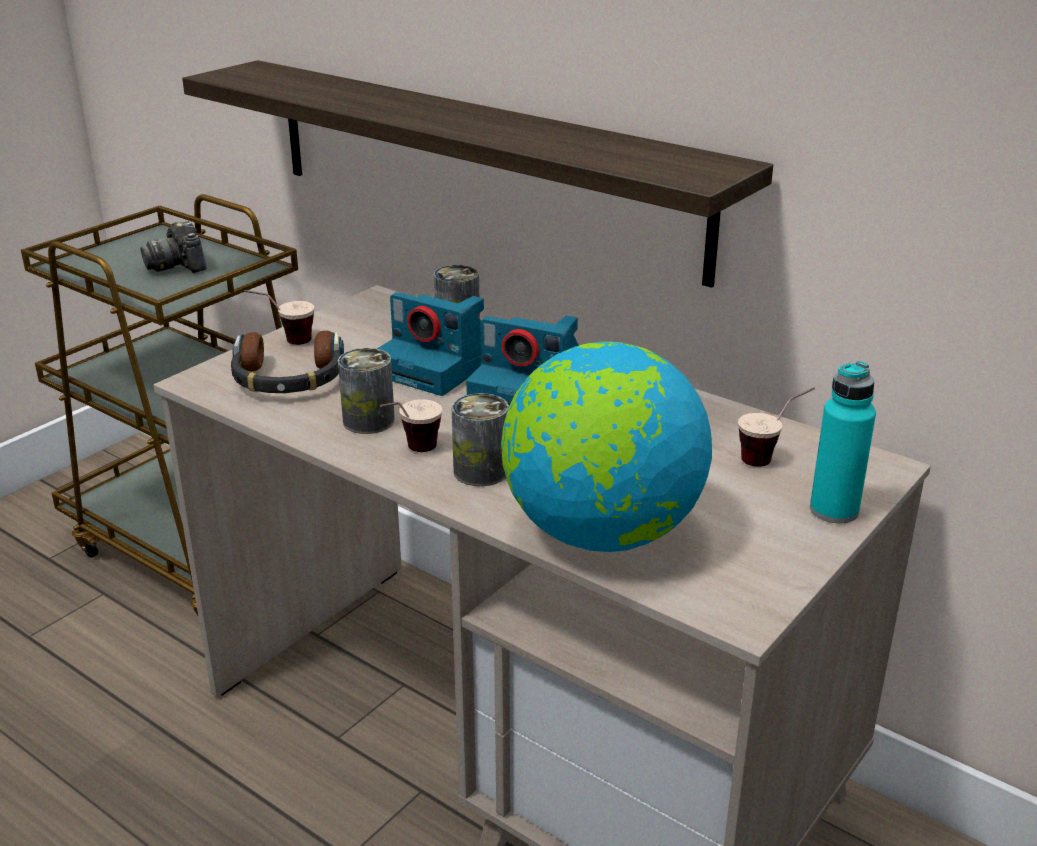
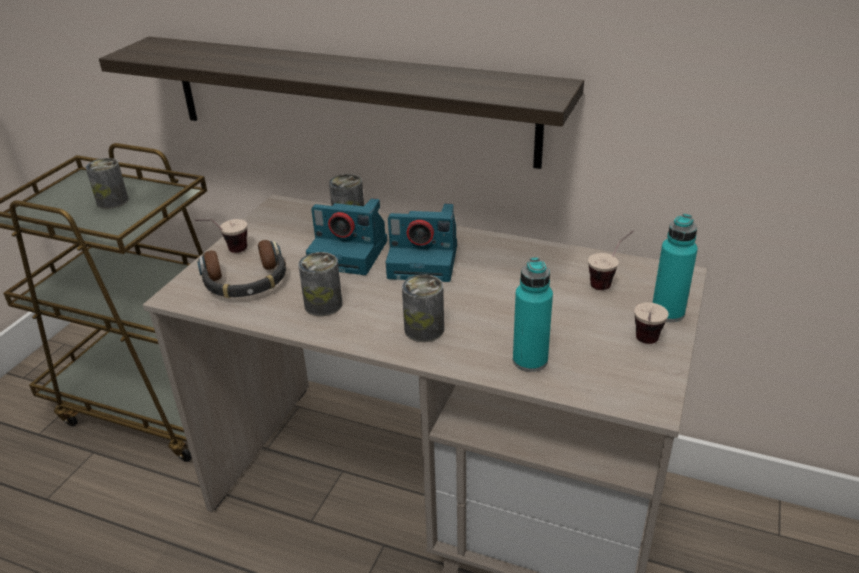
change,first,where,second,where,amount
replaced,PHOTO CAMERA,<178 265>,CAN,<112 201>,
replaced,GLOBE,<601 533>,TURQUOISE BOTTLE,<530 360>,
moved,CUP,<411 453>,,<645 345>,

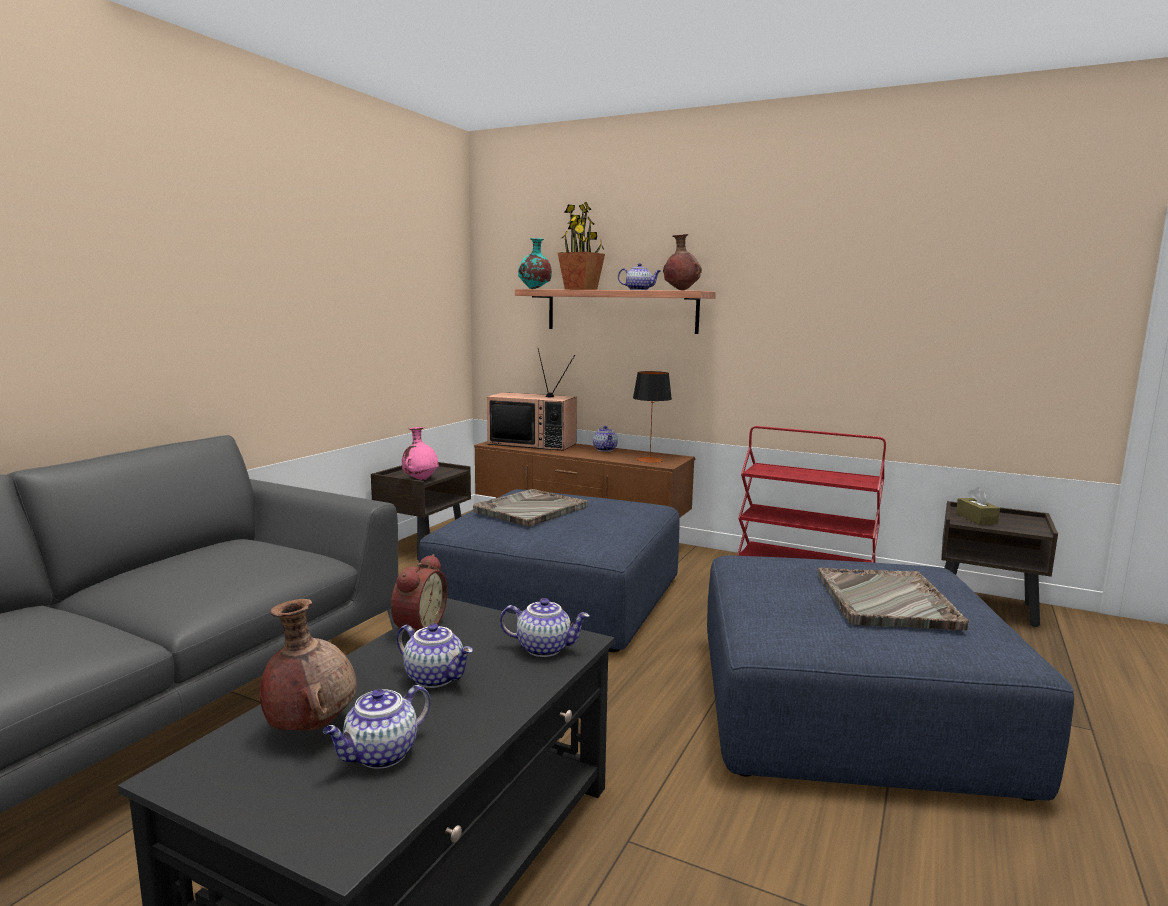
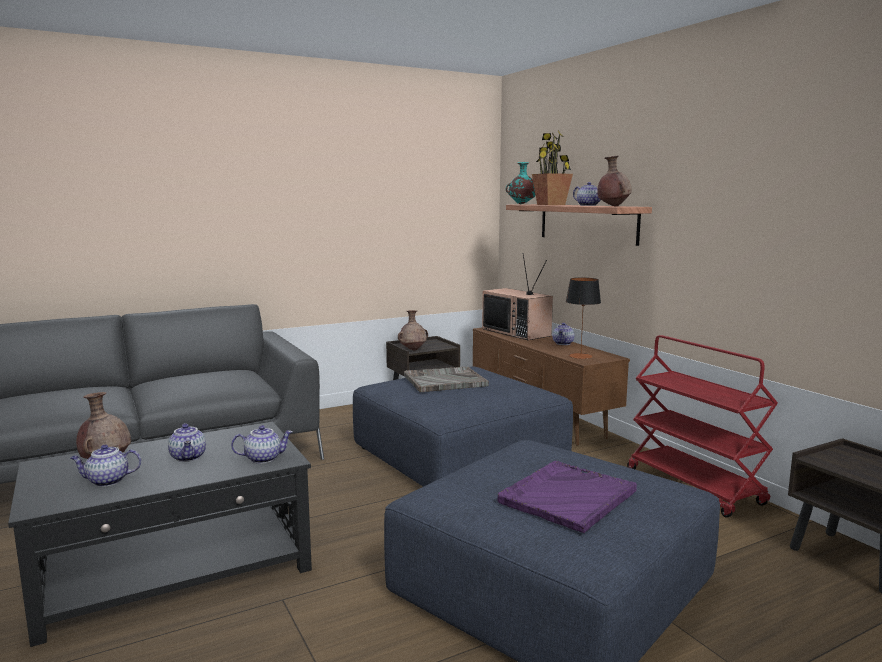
change,first,where,second,where,amount
recoloured,PINK VASE,<420 479>,BROWN VASE,<413 349>,
removed,BROWN TISSUE BOX,<976 518>,,,
removed,ALARM CLOCK,<417 626>,,,
recoloured,GREY TRAY,<886 601>,PURPLE TRAY,<567 497>,
turned,TEAPOT,<544 648>,,<263 458>,60 degrees counterclockwise

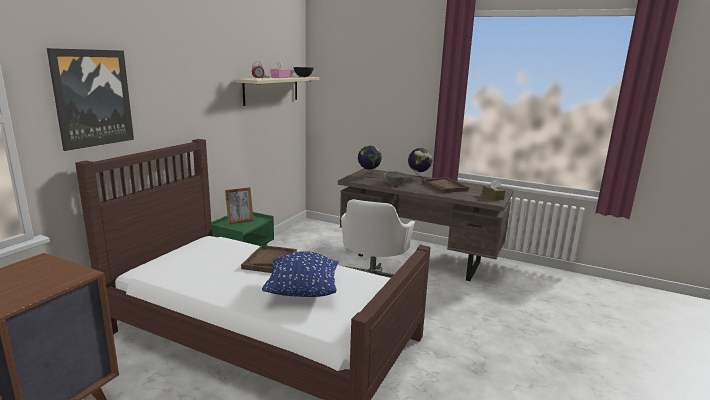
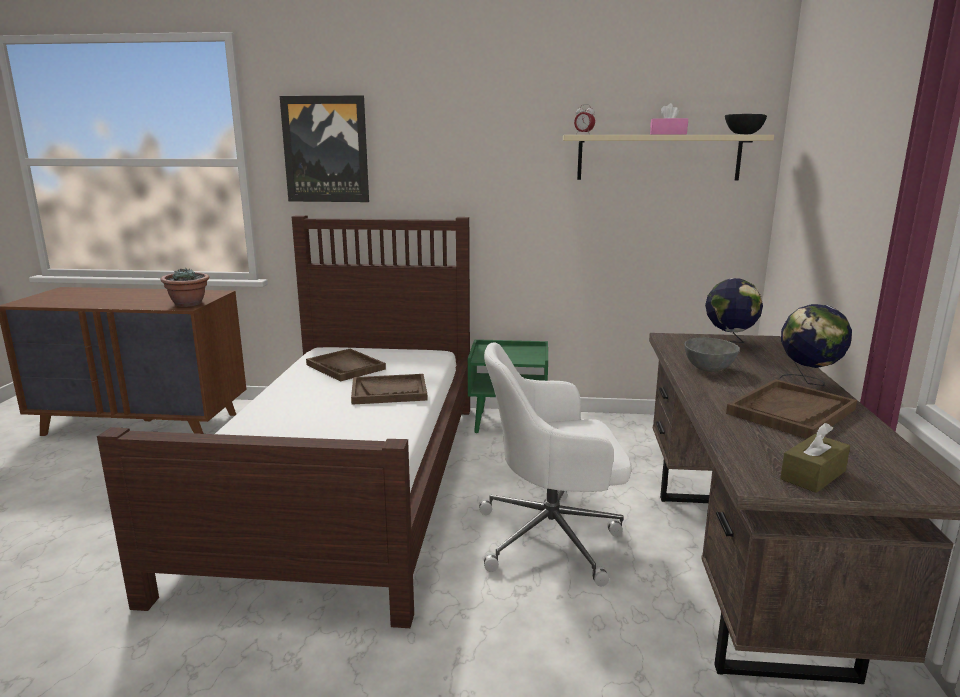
change,first,where,second,where,amount
removed,PICTURE FRAME,<240 221>,,,
removed,BLUE PILLOW,<302 292>,,,
added,,,POTTED PLANT,<188 304>,
added,,,BROWN TRAY,<346 367>,

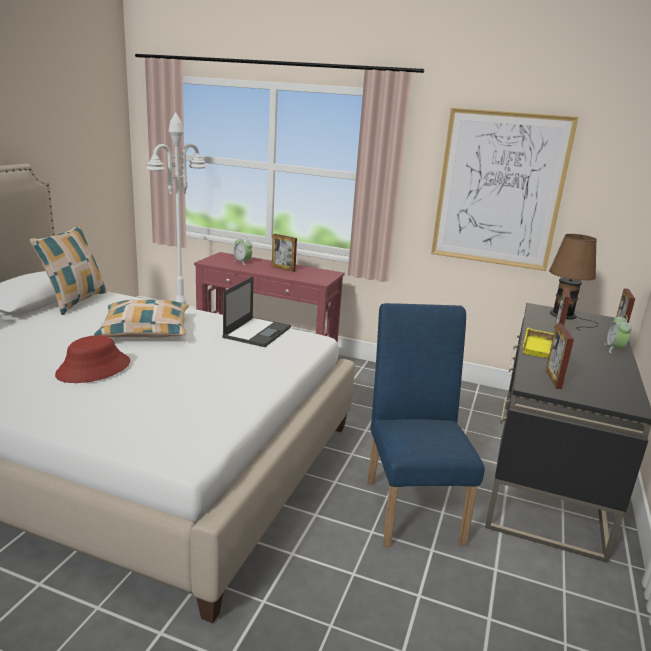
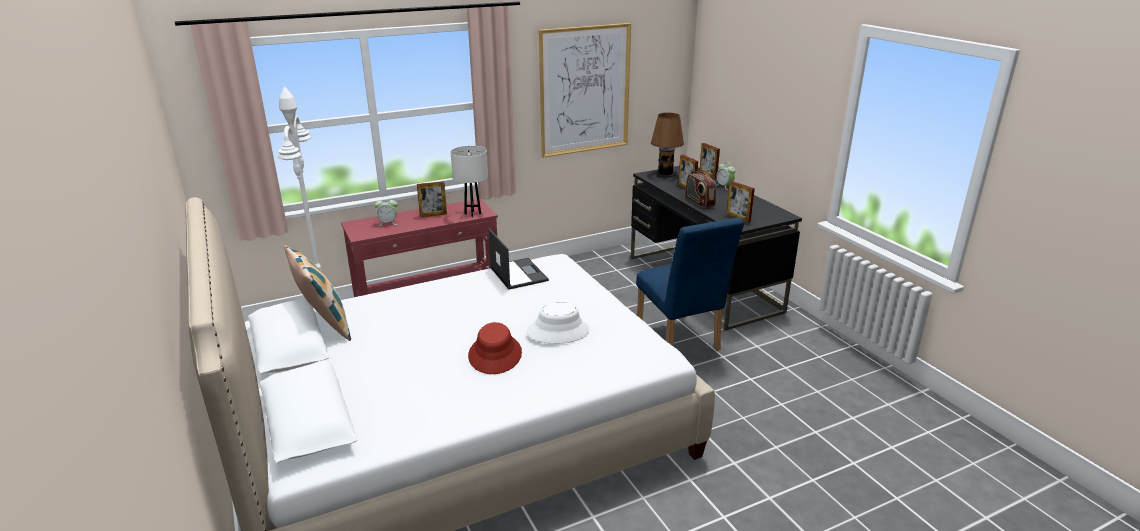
change,first,where,second,where,amount
removed,PILLOW,<145 330>,,,
turned,BLUE CHAIR,<412 504>,,<680 341>,150 degrees counterclockwise
replaced,YELLOW TRAY,<540 348>,RADIO,<699 202>,
added,,,WHITE TABLE LAMP,<472 214>,
added,,,WHITE HAT,<558 331>,

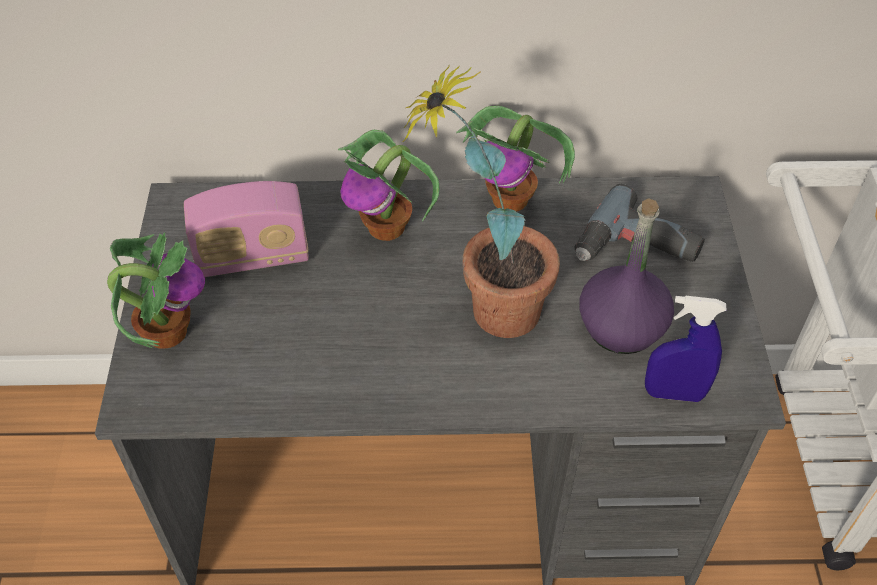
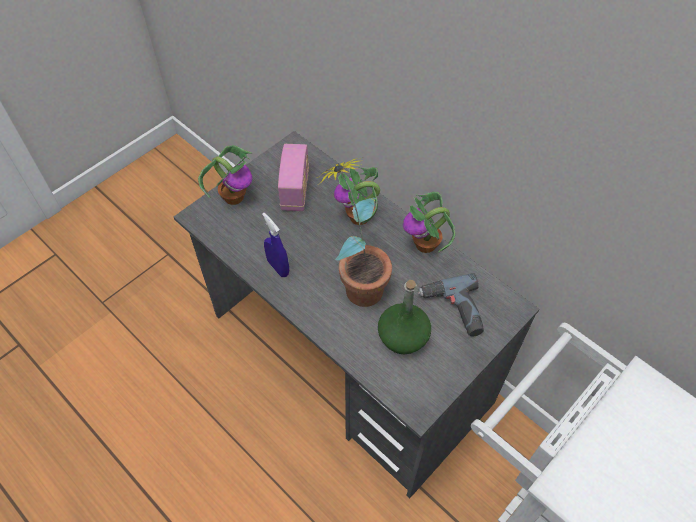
change,first,where,second,where,amount
turned,RADIO,<253 257>,,<295 190>,120 degrees counterclockwise
recoloured,PURPLE BOTTLE,<622 327>,GREEN BOTTLE,<403 337>,
moved,BLUE SPRAY BOTTLE,<674 393>,,<278 267>,

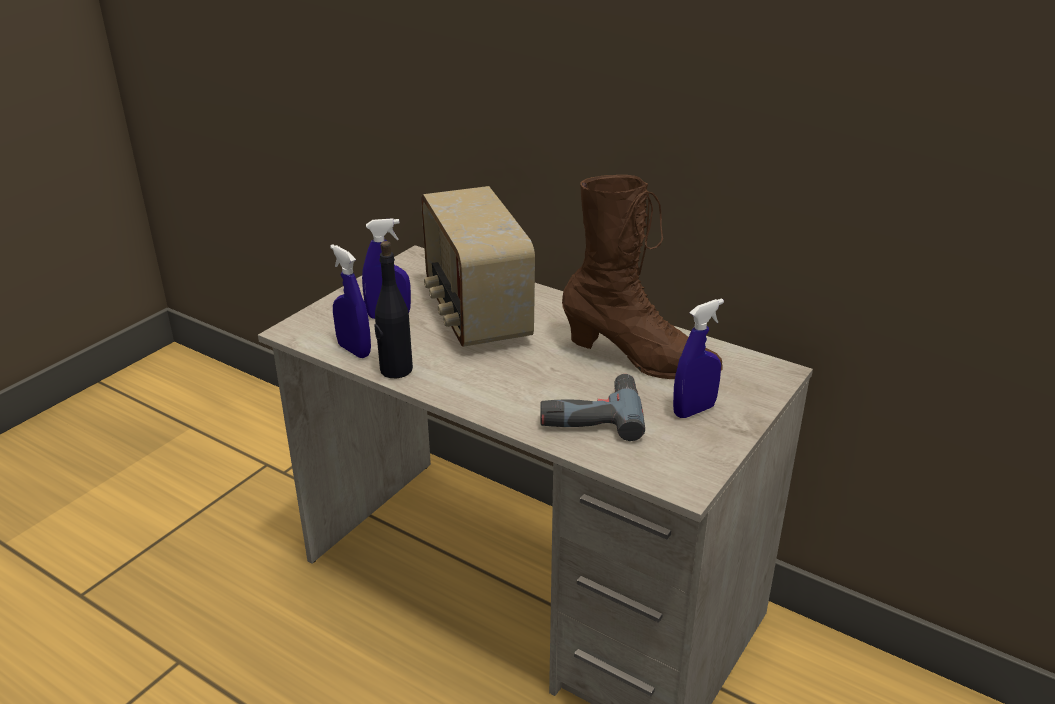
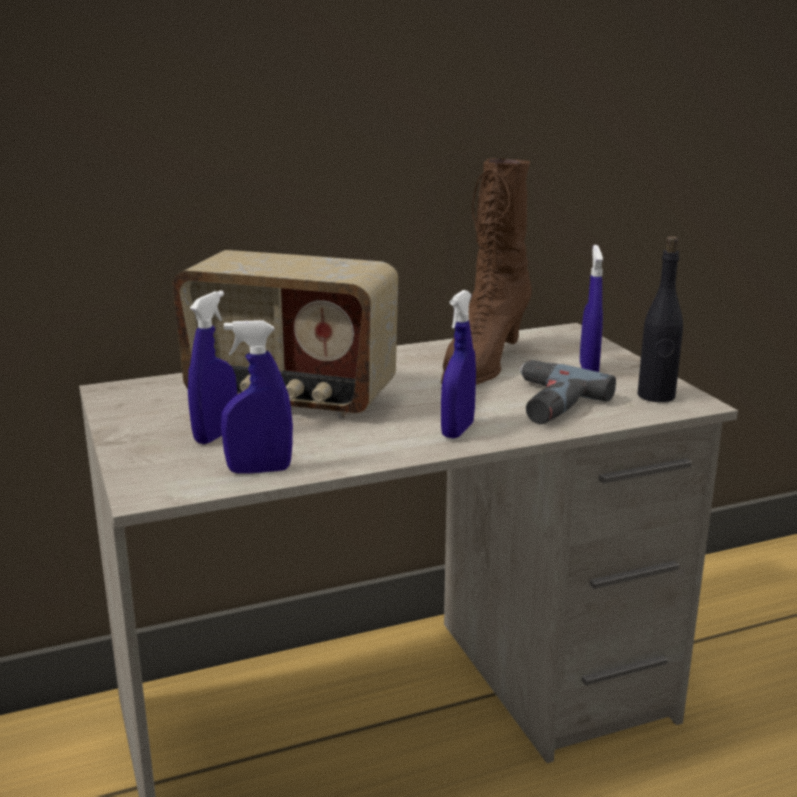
change,first,where,second,where,amount
turned,BROWN BOOT,<639 359>,,<482 364>,150 degrees clockwise
moved,BLACK BOTTLE,<395 370>,,<656 396>,
added,,,BLUE SPRAY BOTTLE,<457 430>,

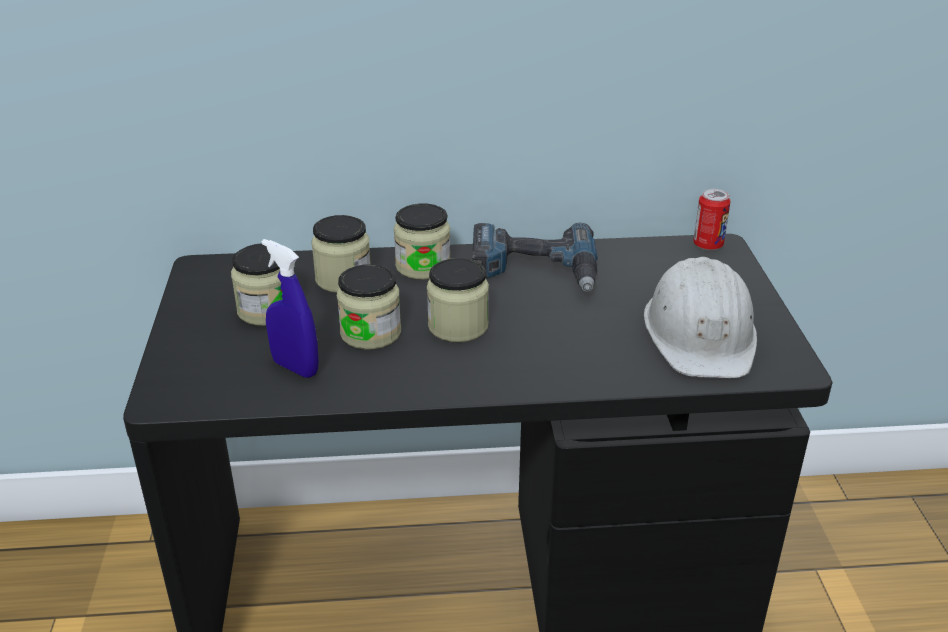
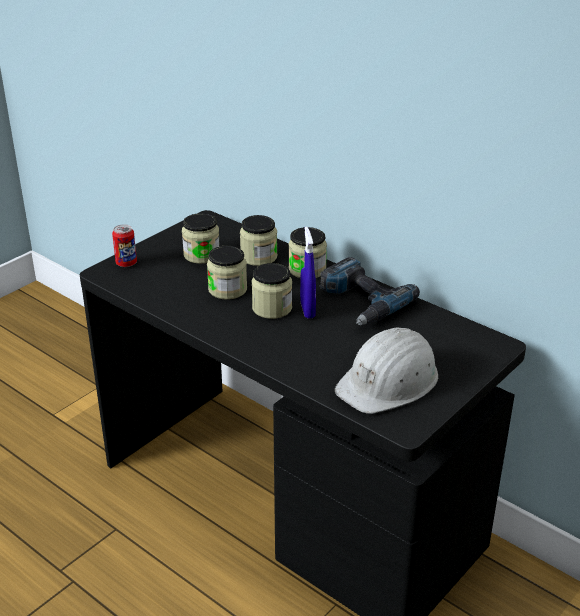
change,first,where,second,where,amount
moved,CAN,<708 245>,,<126 263>,
moved,BLUE SPRAY BOTTLE,<295 368>,,<307 310>,

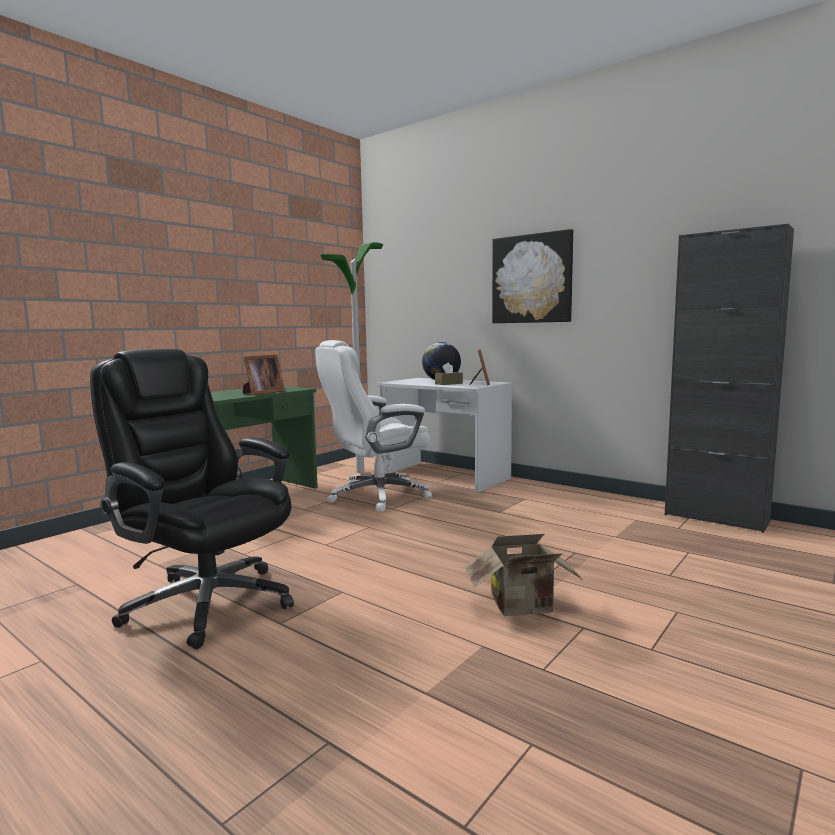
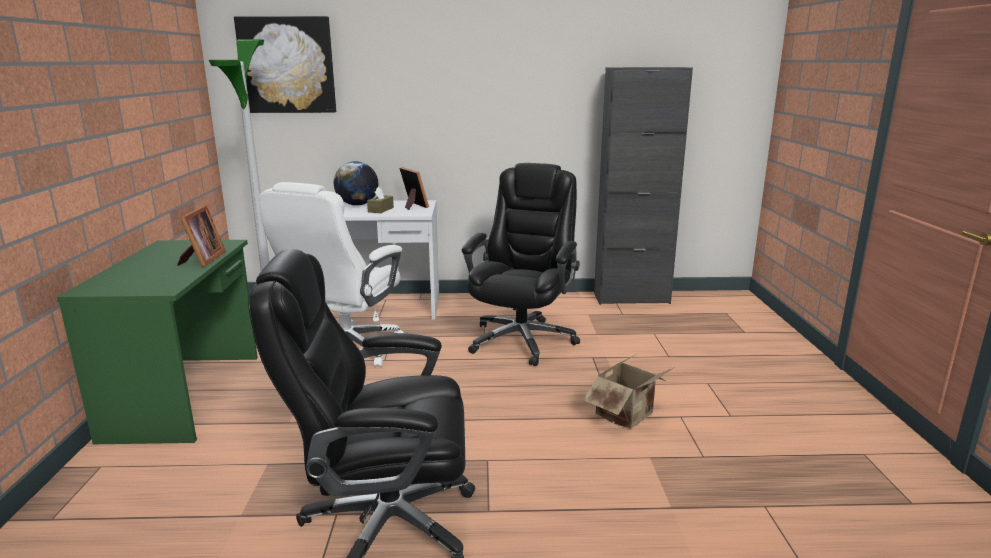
change,first,where,second,where,amount
moved,PICTURE,<532 279>,,<287 65>,
added,,,BLACK OFFICE CHAIR,<522 339>,

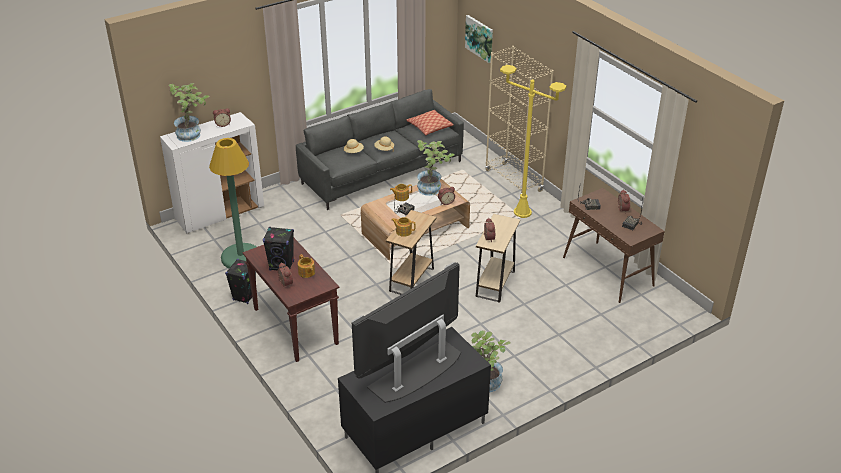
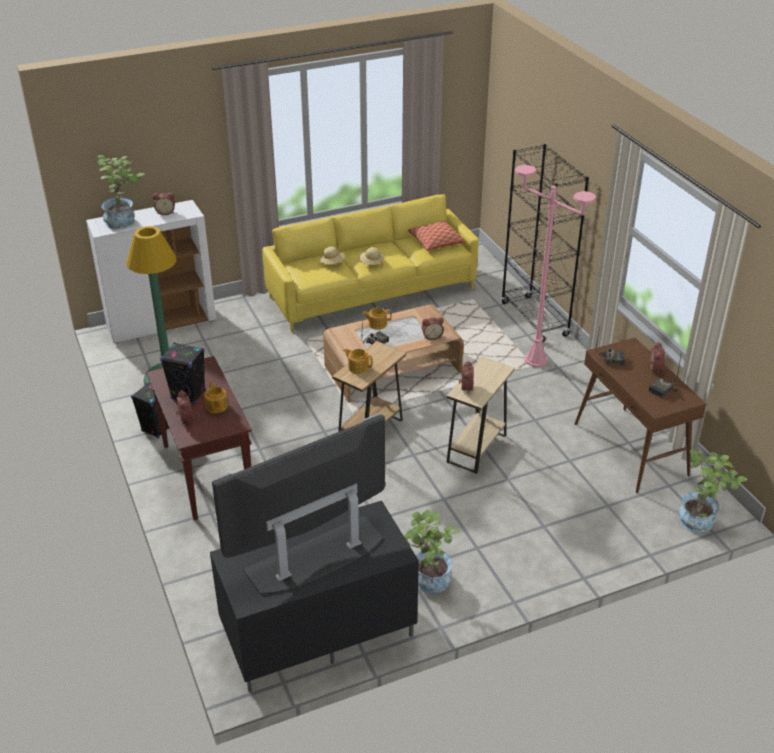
change,first,where,second,where,amount
removed,PICTURE,<480 38>,,,
recoloured,BEIGE BOOKCASE,<513 181>,BLACK BOOKCASE,<534 319>,
recoloured,YELLOW FLOOR LAMP,<522 212>,PINK FLOOR LAMP,<535 360>,
recoloured,GREY SOFA,<383 173>,YELLOW SOFA,<372 294>,
moved,POTTED PLANT,<432 188>,,<701 520>,

